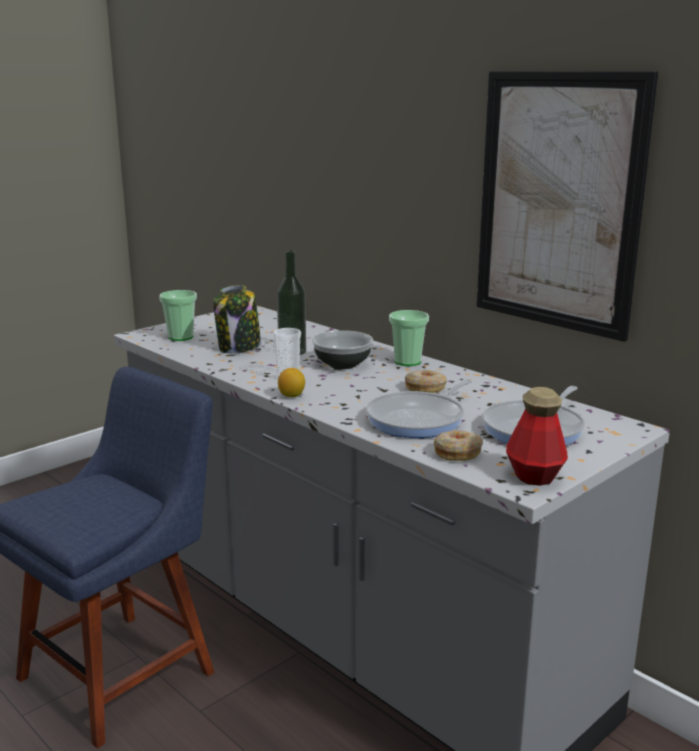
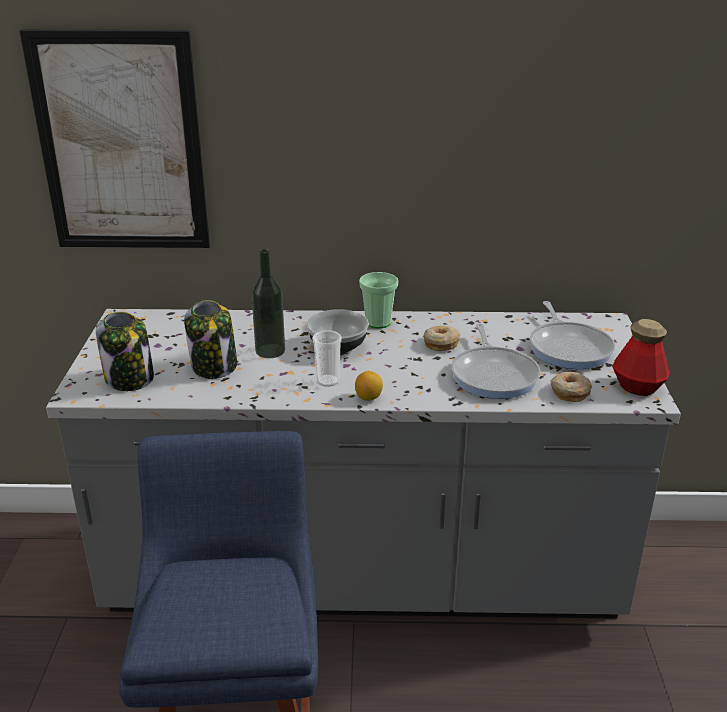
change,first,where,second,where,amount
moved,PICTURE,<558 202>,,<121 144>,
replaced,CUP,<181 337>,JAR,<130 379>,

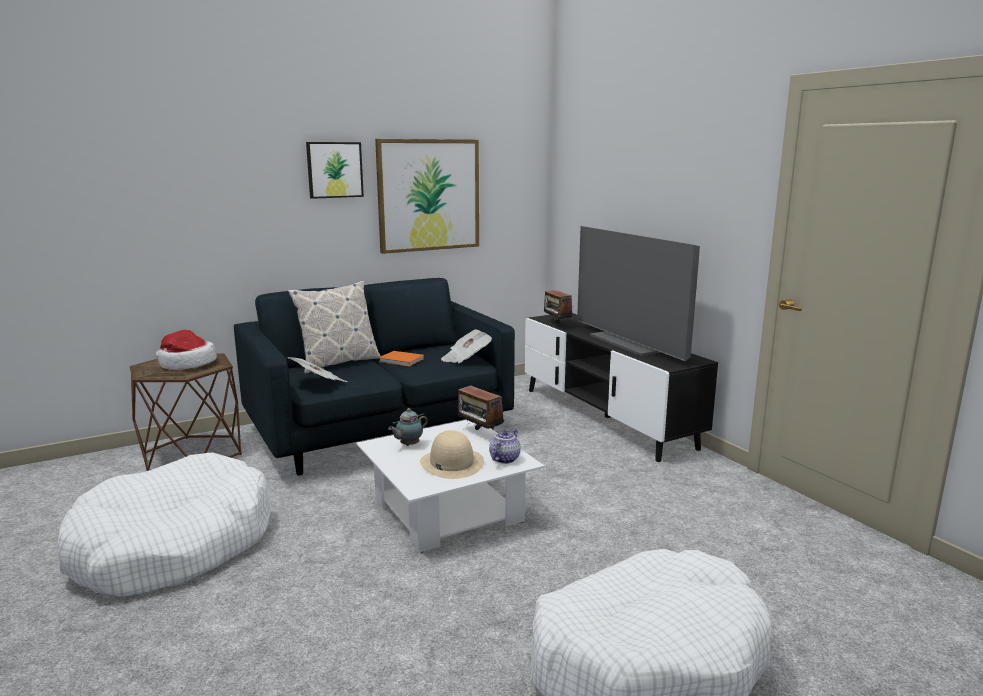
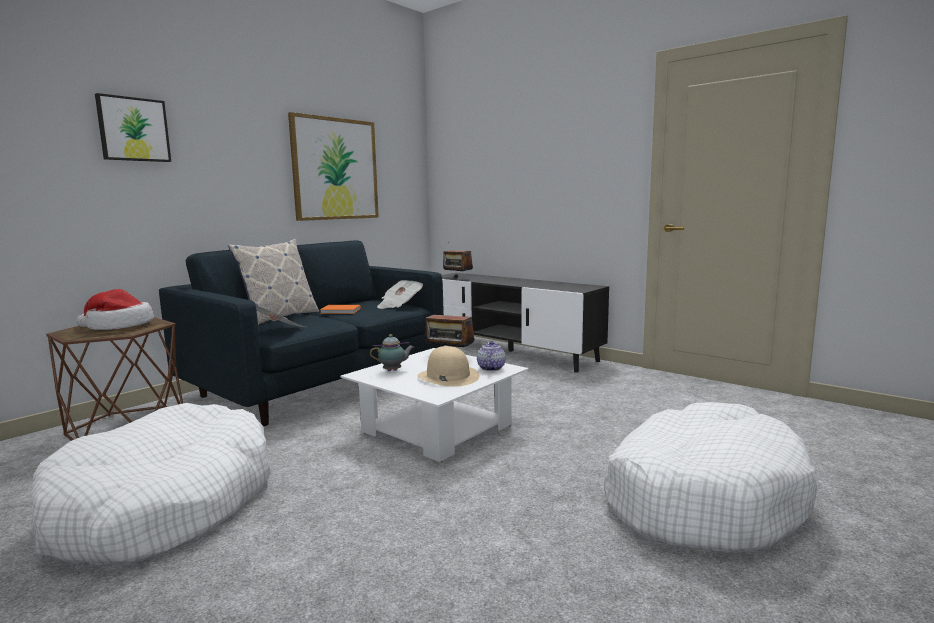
change,first,where,second,where,amount
moved,PICTURE,<334 170>,,<133 129>,
removed,TELEVISION,<631 343>,,,
turned,TEAPOT,<408 445>,,<393 371>,135 degrees counterclockwise

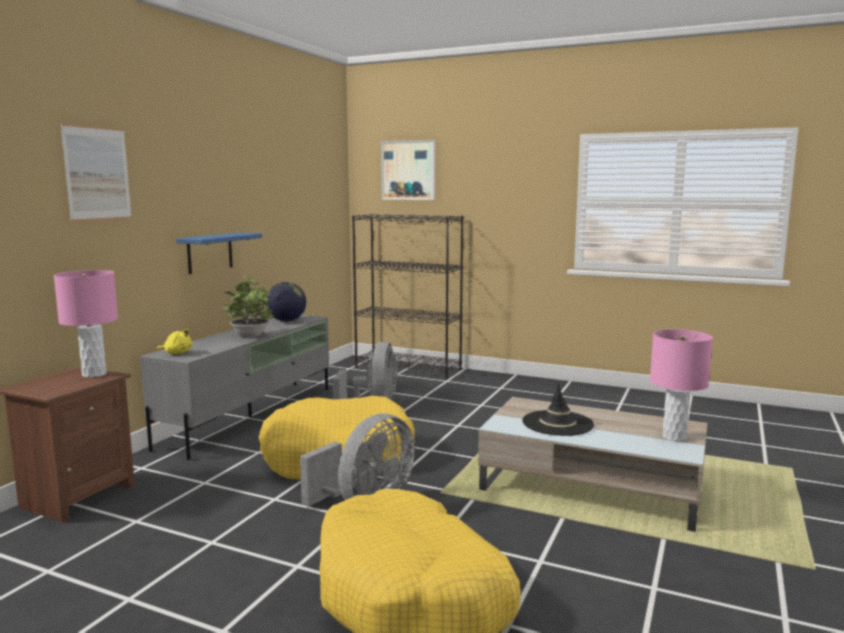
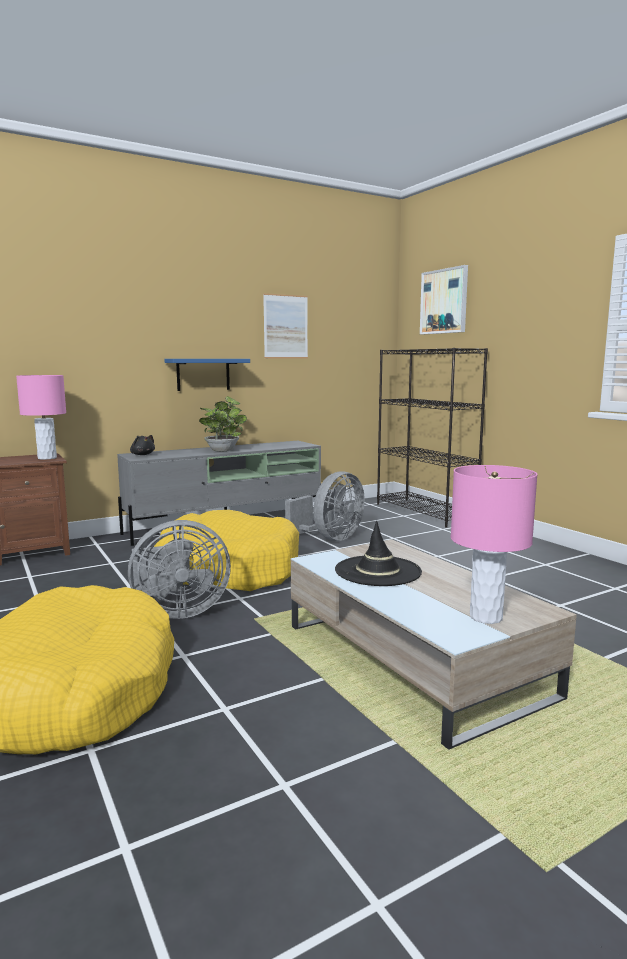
change,first,where,second,where,amount
moved,PICTURE,<97 173>,,<285 326>,
removed,GLOBE,<287 321>,,,
recoloured,YELLOW PLUSH TOY,<177 353>,BLACK PLUSH TOY,<142 455>,

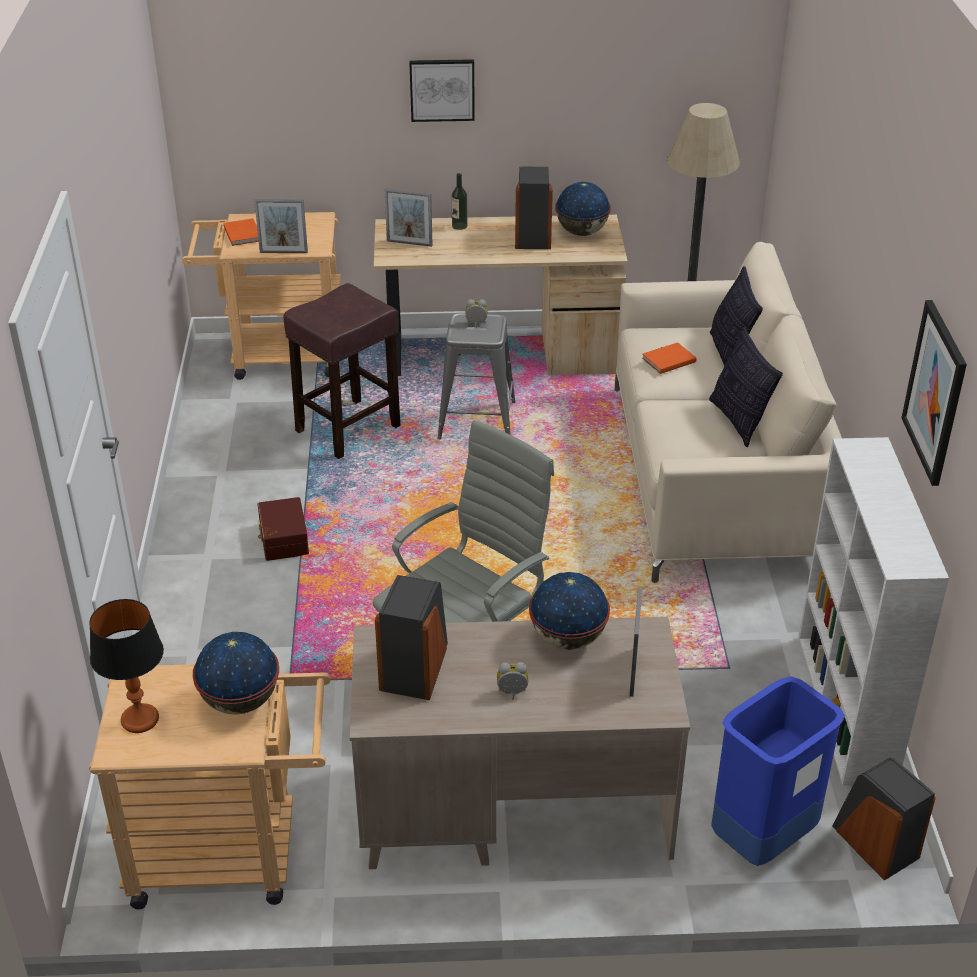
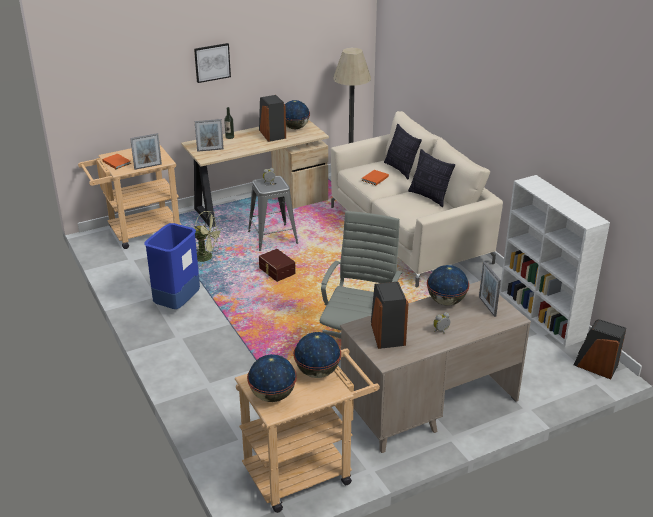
change,first,where,second,where,amount
replaced,BROWN STOOL,<349 428>,GREEN FAN,<207 257>,
removed,PICTURE,<935 392>,,,
moved,BROWN STORAGE BOX,<282 539>,,<276 271>,
replaced,TABLE LAMP,<140 720>,GLOBE,<273 396>,
moved,BLUE TRASH CAN,<762 838>,,<177 303>,

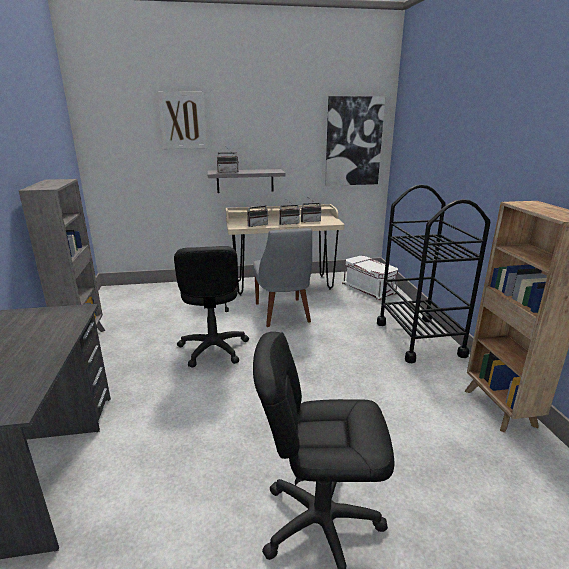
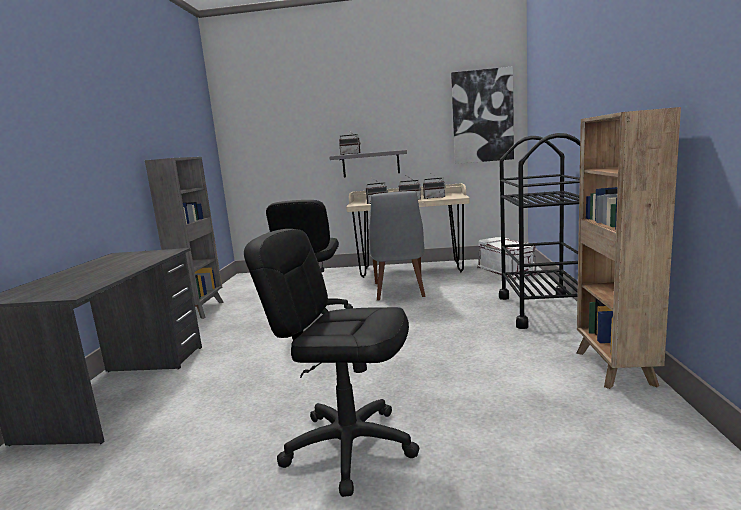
change,first,where,second,where,amount
removed,PICTURE,<183 120>,,,

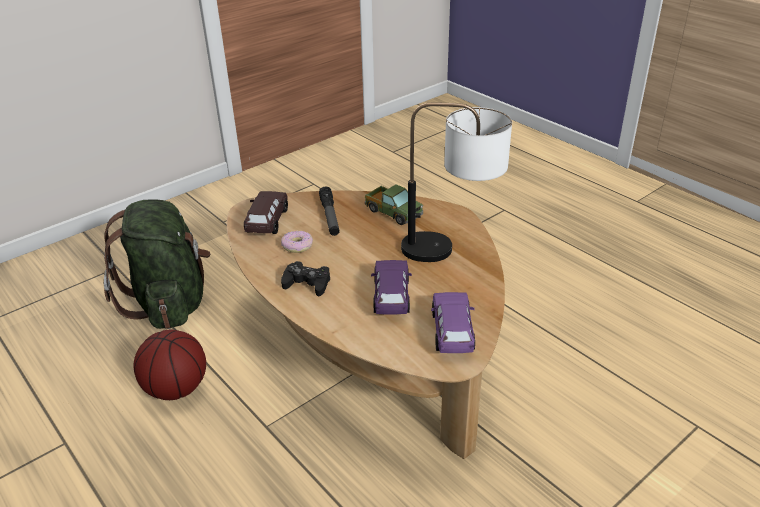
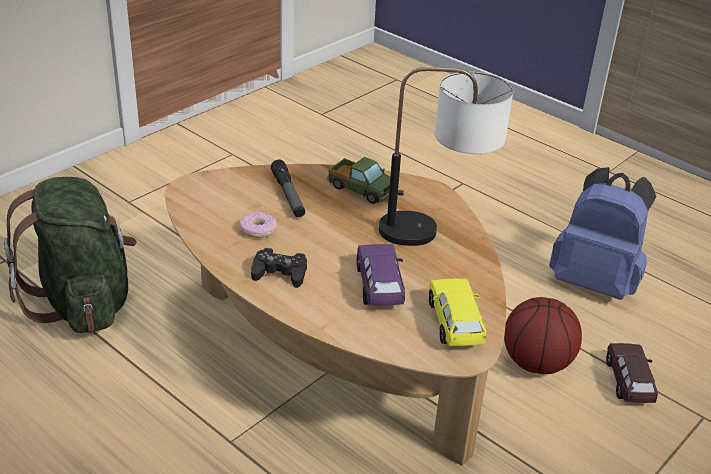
change,first,where,second,where,amount
moved,BROWN TOY CAR,<267 222>,,<629 382>,
recoloured,PURPLE TOY CAR,<452 332>,YELLOW TOY CAR,<455 323>,
moved,BASKETBALL,<176 389>,,<537 363>,
added,,,BLUE BACKPACK,<594 282>,

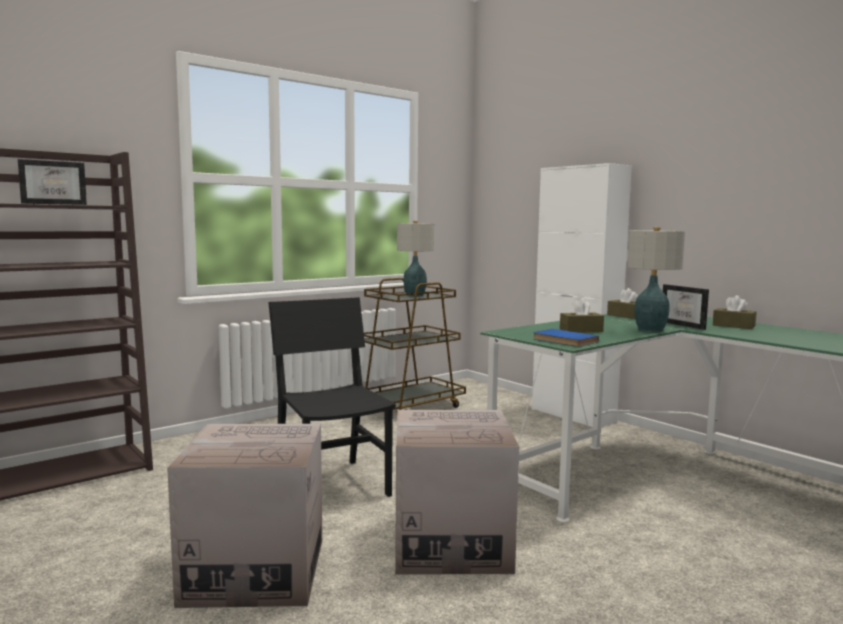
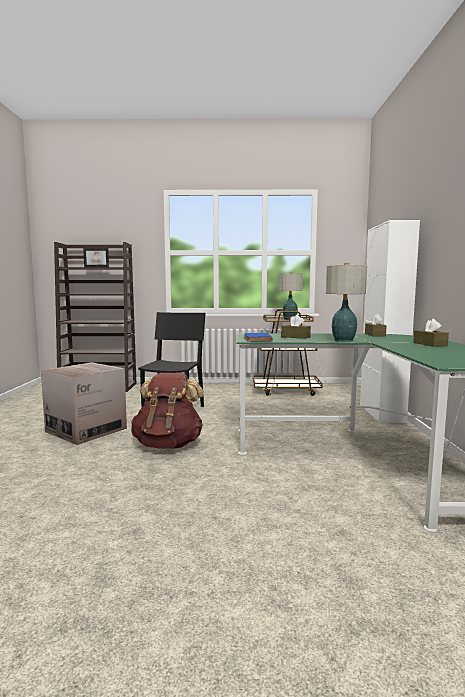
change,first,where,second,where,amount
removed,PICTURE FRAME,<687 325>,,,
replaced,CARDBOARD BOX,<451 543>,BROWN BACKPACK,<168 444>,

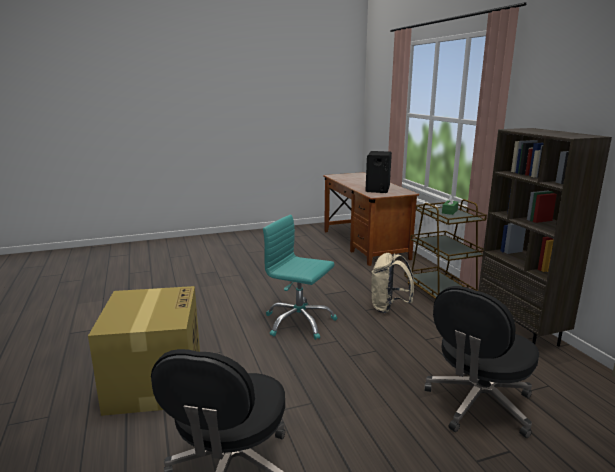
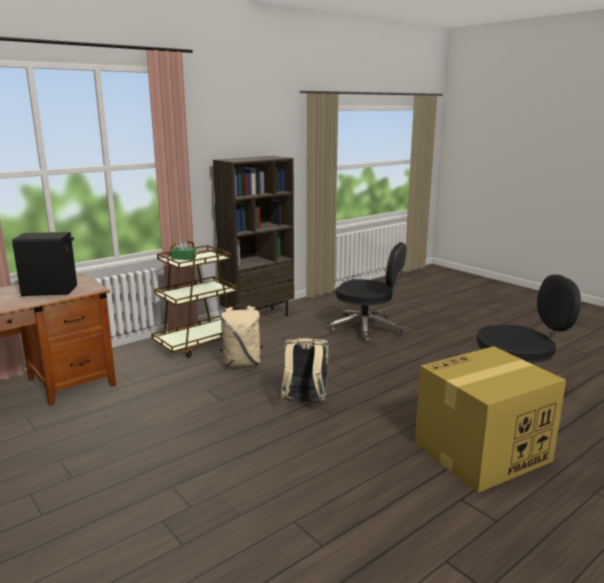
change,first,where,second,where,amount
replaced,TURQUOISE OFFICE CHAIR,<299 322>,BEIGE BACKPACK,<305 402>,

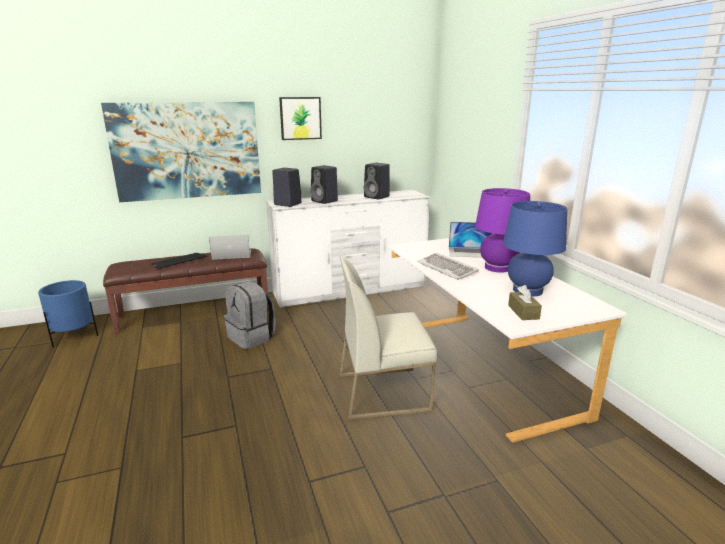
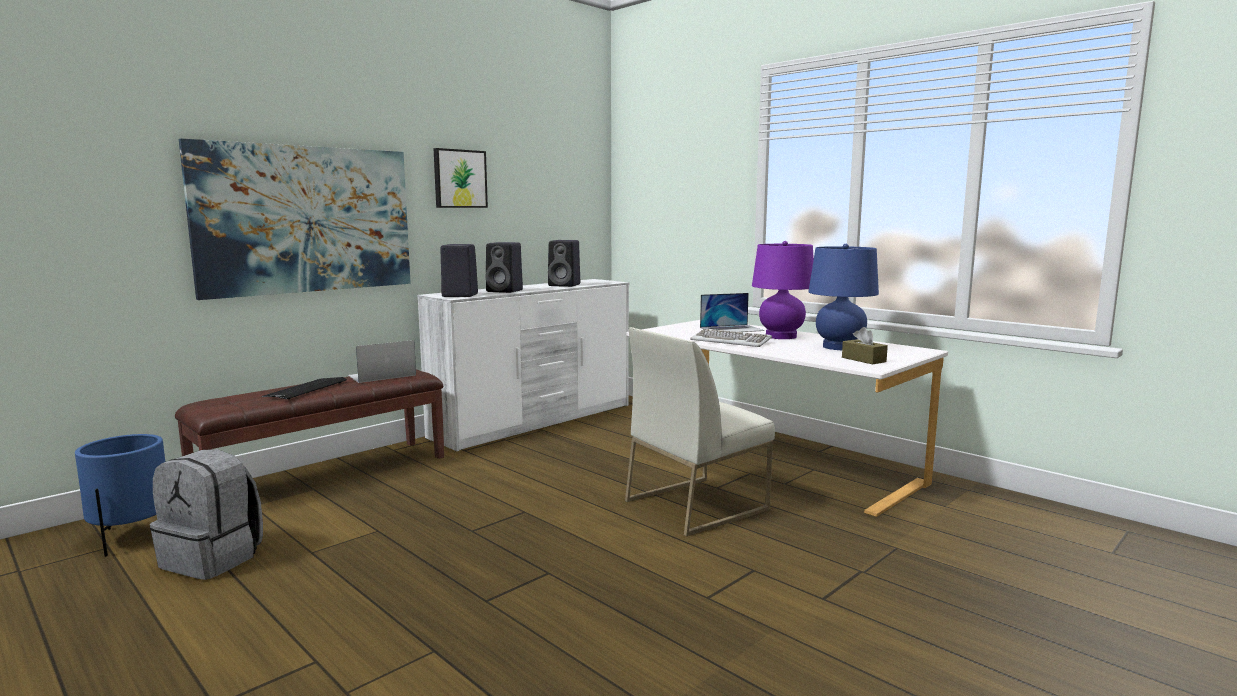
change,first,where,second,where,amount
moved,GREY BACKPACK,<252 337>,,<214 559>,

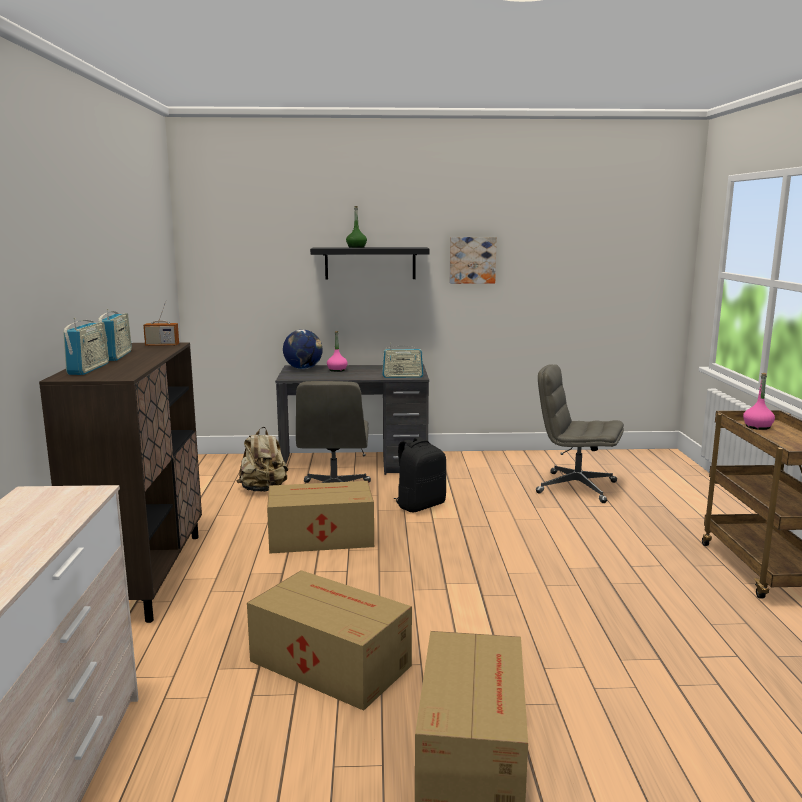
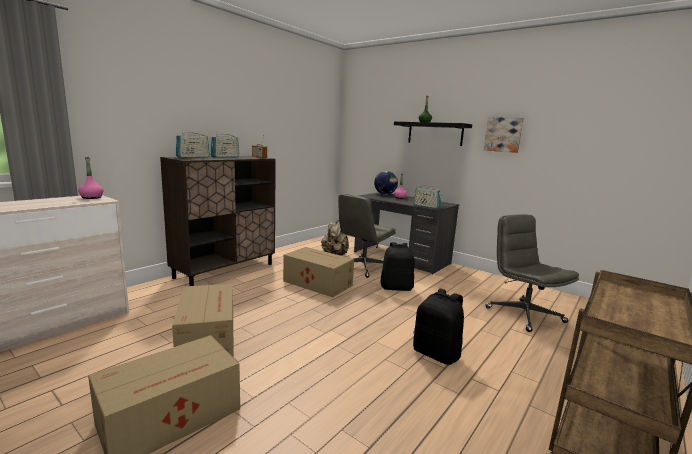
change,first,where,second,where,amount
moved,PINK BOTTLE,<757 427>,,<91 197>,
added,,,BLACK BACKPACK,<437 354>,

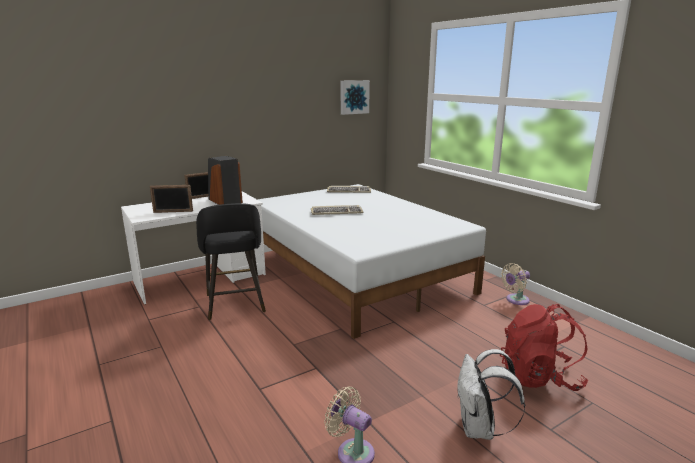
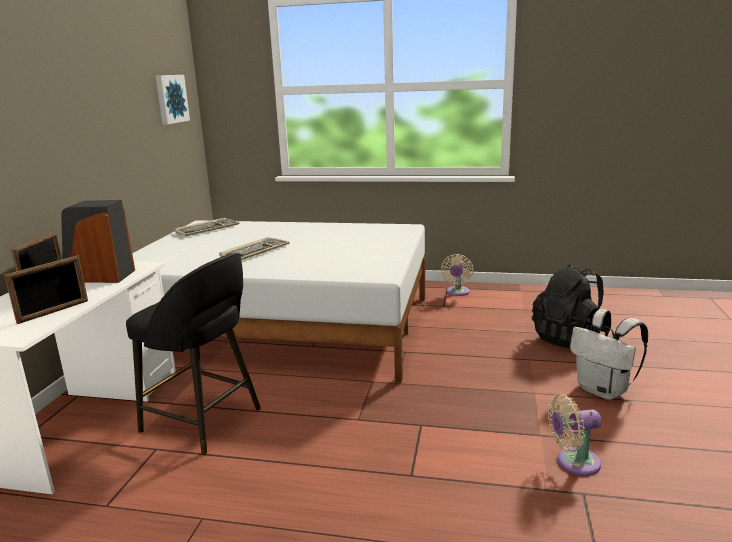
change,first,where,second,where,amount
recoloured,RED BACKPACK,<539 377>,BLACK BACKPACK,<568 338>,

